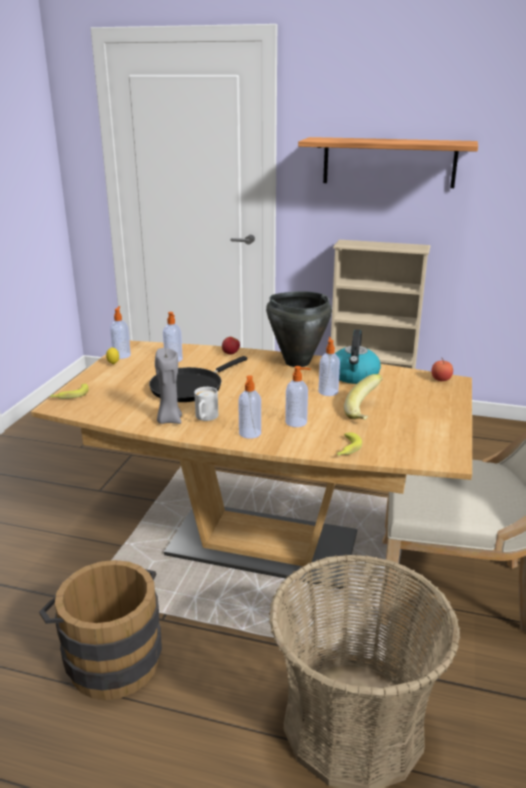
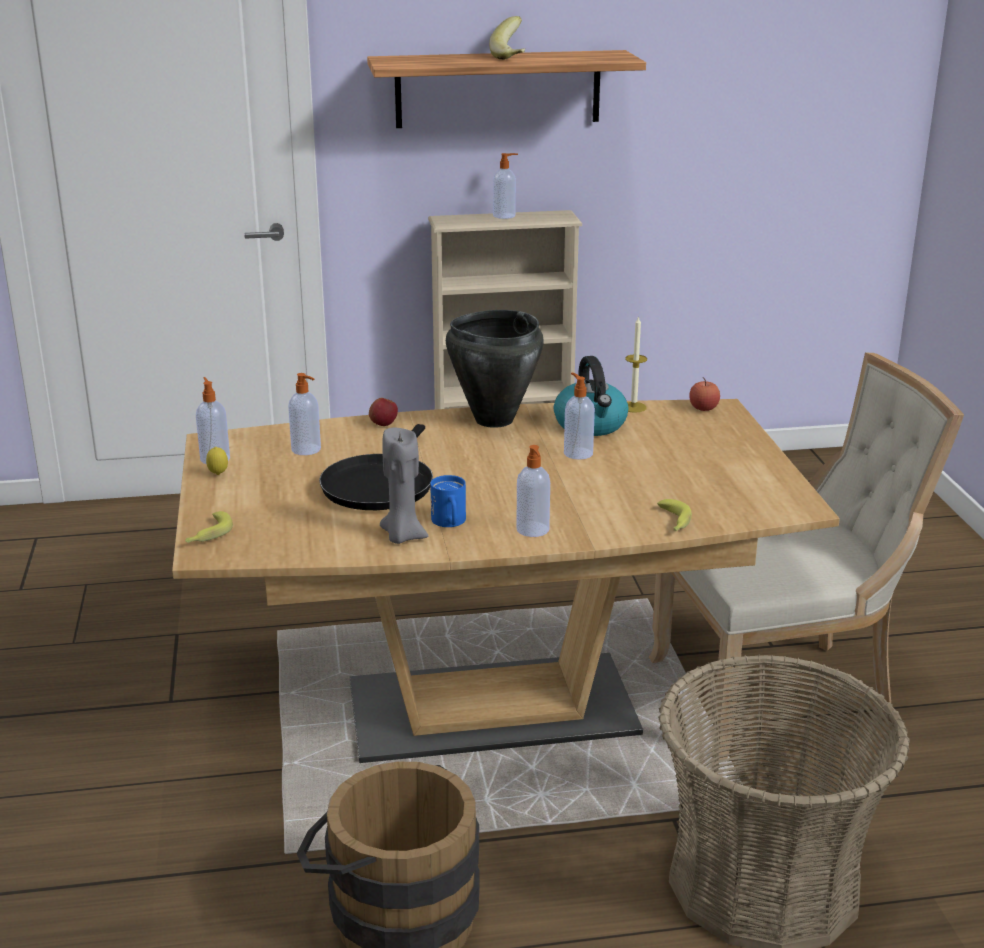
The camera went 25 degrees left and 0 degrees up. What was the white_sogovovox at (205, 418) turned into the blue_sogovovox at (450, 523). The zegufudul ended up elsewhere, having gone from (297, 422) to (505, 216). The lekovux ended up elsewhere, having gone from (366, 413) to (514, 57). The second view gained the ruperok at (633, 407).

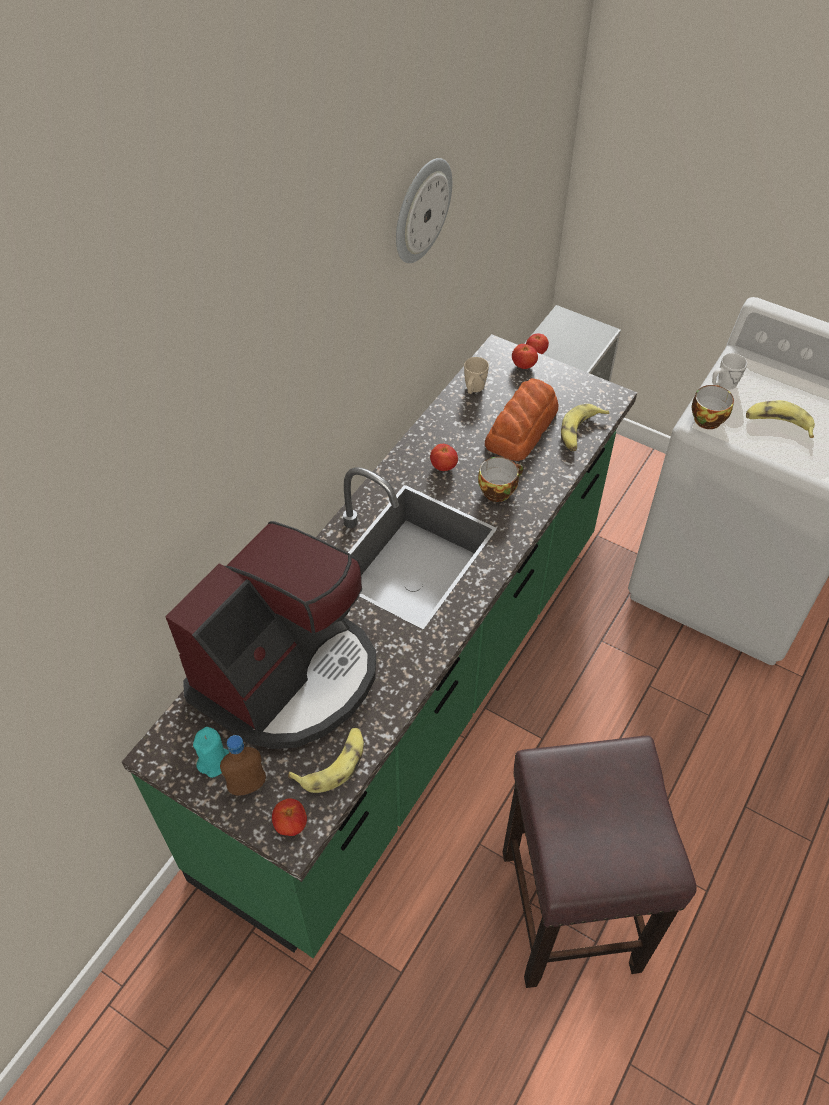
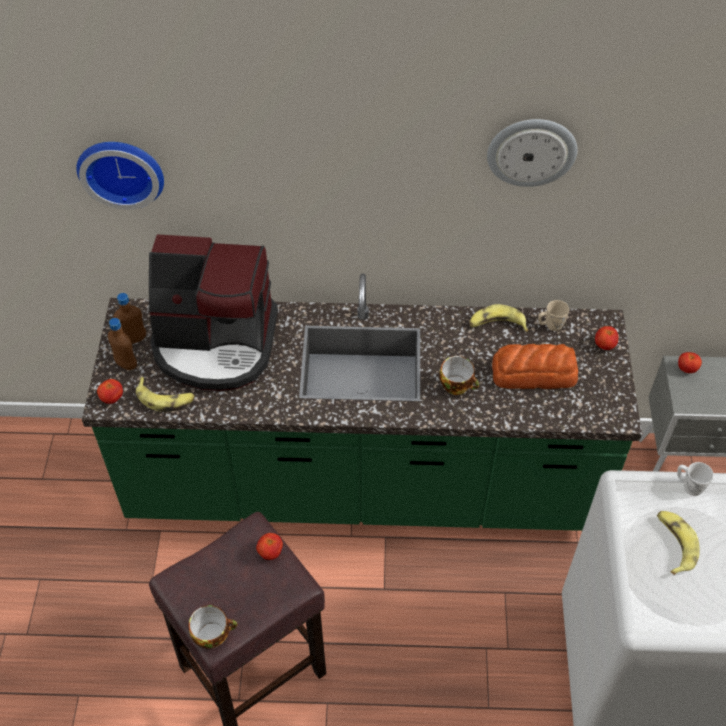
The camera went 60 degrees right and 0 degrees up. Where the turquoise_ruperok stood at (214, 761), the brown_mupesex came to stand at (134, 339). The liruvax ended up elsewhere, having gone from (443, 466) to (270, 552). The lekovux ended up elsewhere, having gone from (580, 432) to (496, 324). The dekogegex ended up elsewhere, having gone from (706, 418) to (213, 634). The second view gained the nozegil at (122, 170).

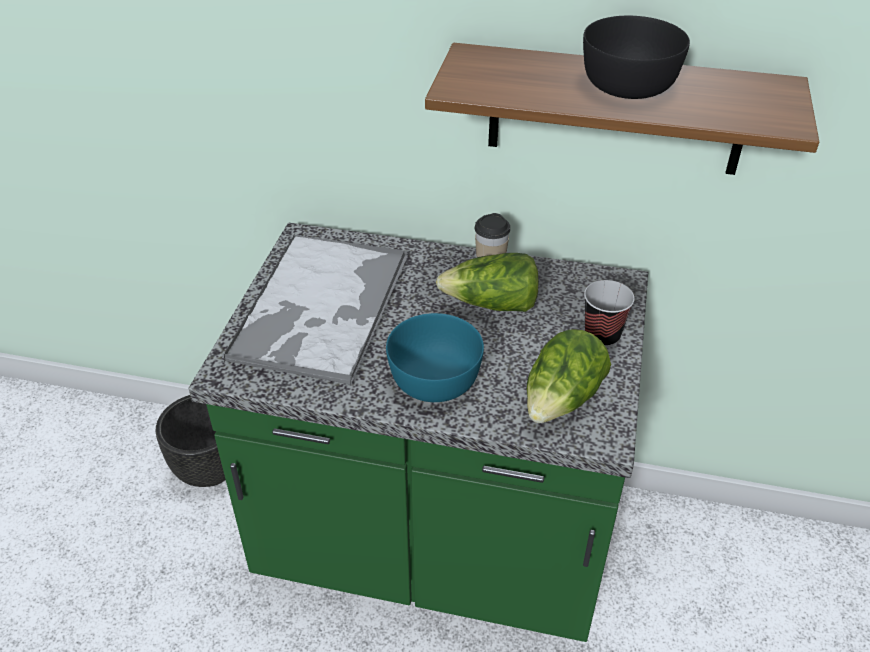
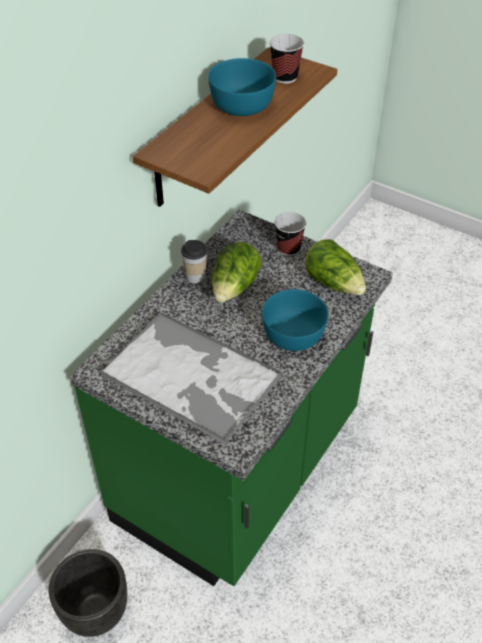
The camera went 70 degrees left and 5 degrees up. What was the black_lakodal at (629, 84) turned into the turquoise_lakodal at (241, 104). The second view gained the dekogegex at (285, 77).

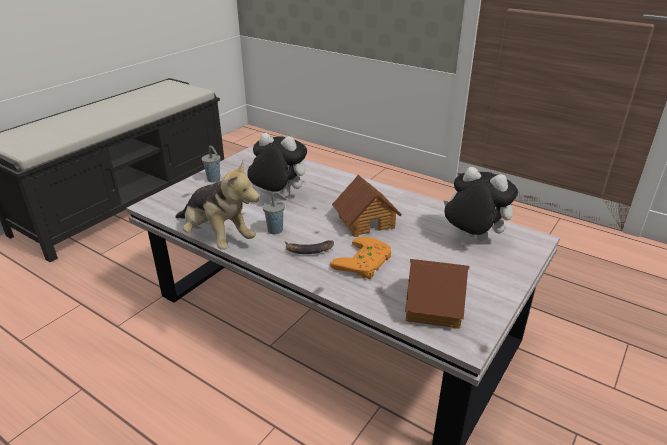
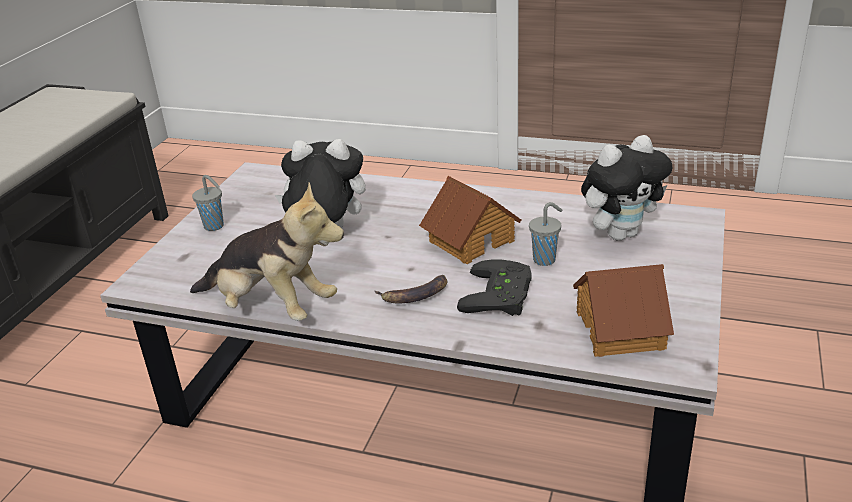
The camera went 15 degrees left and 0 degrees up. The grey_dekogegex ended up elsewhere, having gone from (276, 230) to (545, 260). What was the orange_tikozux at (365, 263) turned into the black_tikozux at (502, 295). The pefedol at (472, 238) ended up facing another way, 135 degrees clockwise from before.

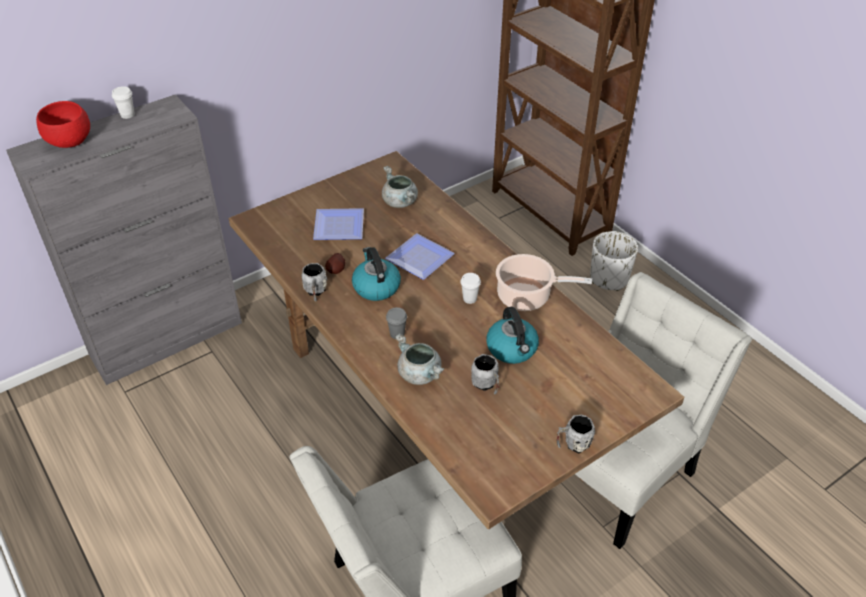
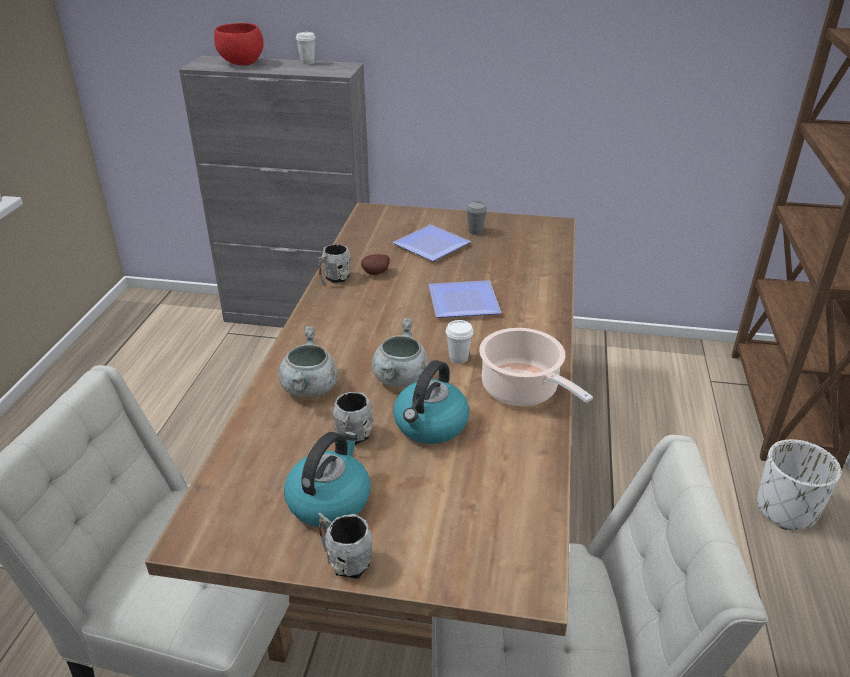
The camera went 45 degrees right and 10 degrees down. The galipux ended up elsewhere, having gone from (376, 286) to (329, 500). The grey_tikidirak ended up elsewhere, having gone from (401, 202) to (401, 379). The grey_dekogegex ended up elsewhere, having gone from (397, 334) to (475, 231).

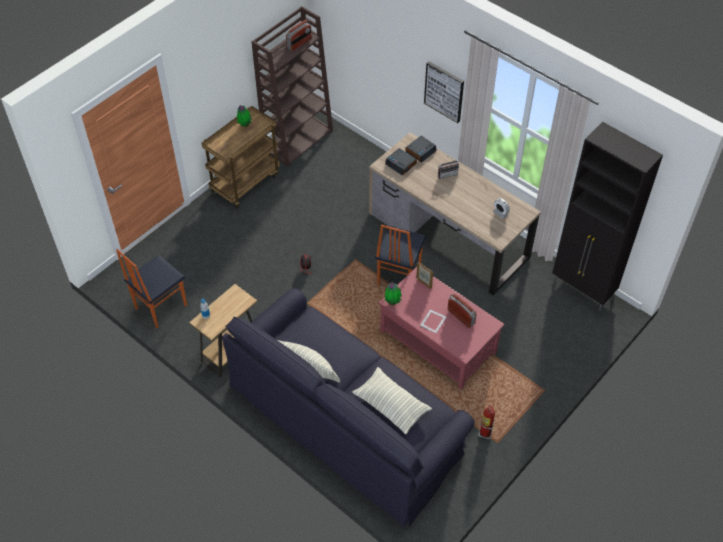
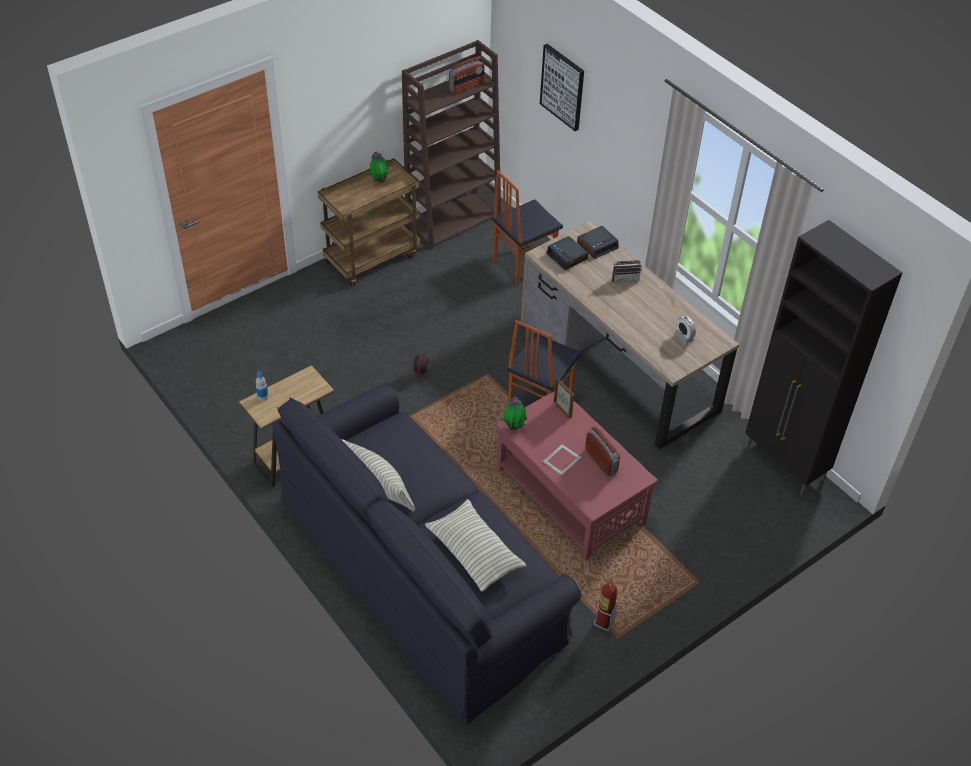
The camera went 10 degrees right and 5 degrees down. The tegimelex ended up elsewhere, having gone from (160, 307) to (522, 264). The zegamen ended up elsewhere, having gone from (444, 91) to (563, 87).

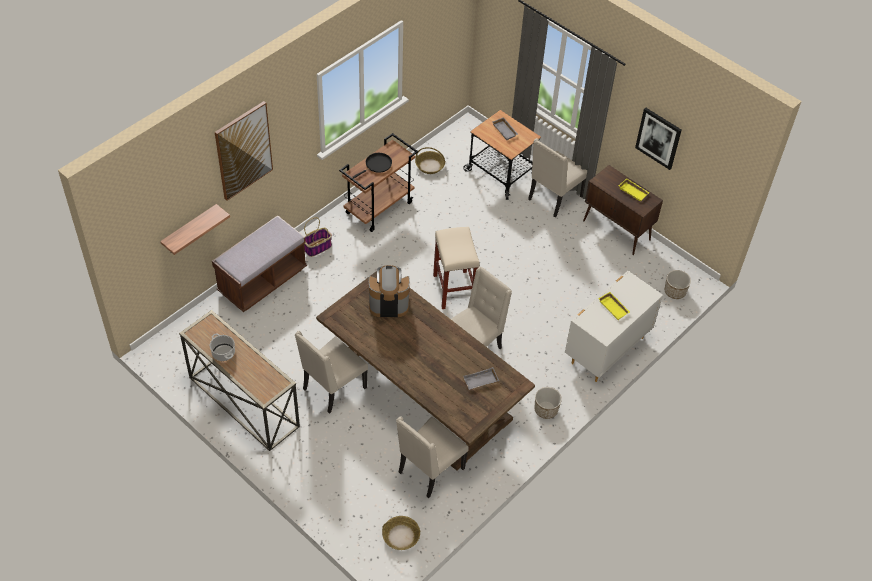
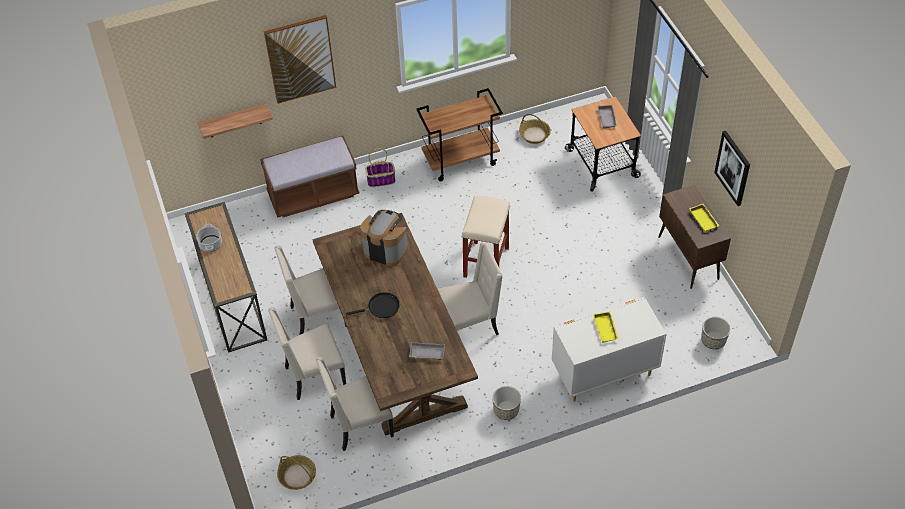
The camera went 30 degrees right and 0 degrees up. The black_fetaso ended up elsewhere, having gone from (377, 165) to (381, 307). The beige_tegimelex ended up elsewhere, having gone from (554, 198) to (313, 376).

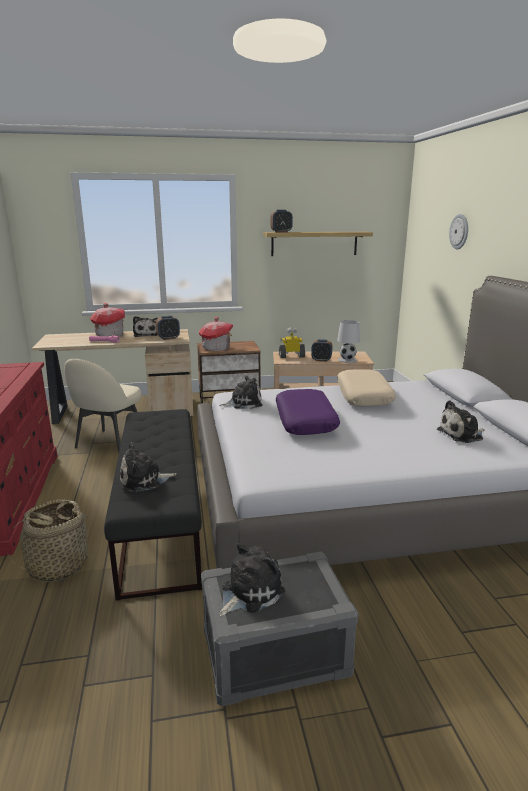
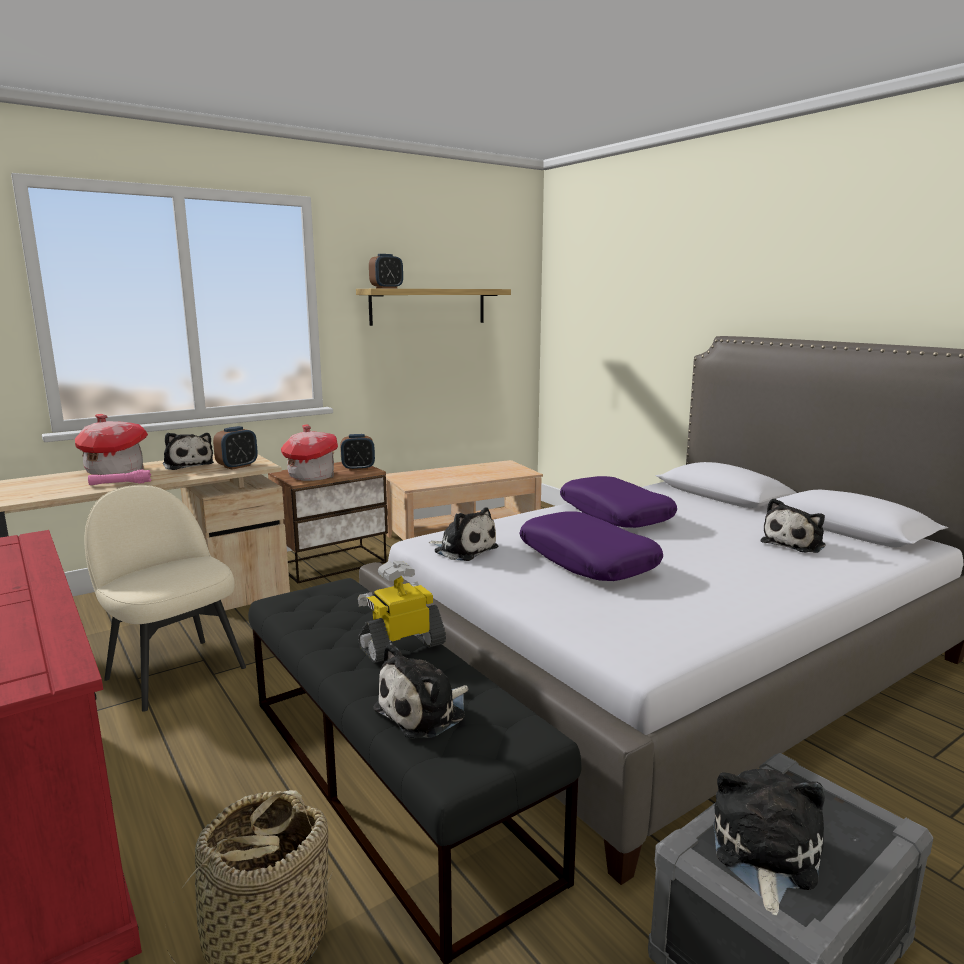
The camera went 25 degrees left and 5 degrees down. The beige_tegimelex at (110, 444) ended up facing another way, 135 degrees clockwise from before. The pefedol at (243, 403) ended up facing another way, 75 degrees clockwise from before. The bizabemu ended up elsewhere, having gone from (291, 356) to (401, 646). The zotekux ended up elsewhere, having gone from (321, 360) to (358, 468). The second view lost the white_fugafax at (347, 360). What was the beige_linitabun at (364, 396) turned into the purple_linitabun at (615, 514). The second view lost the nozegil at (459, 231).

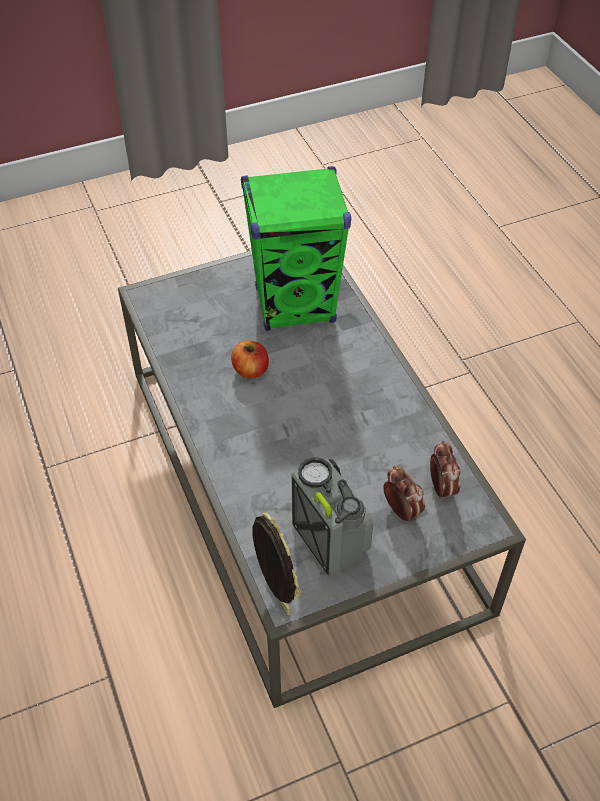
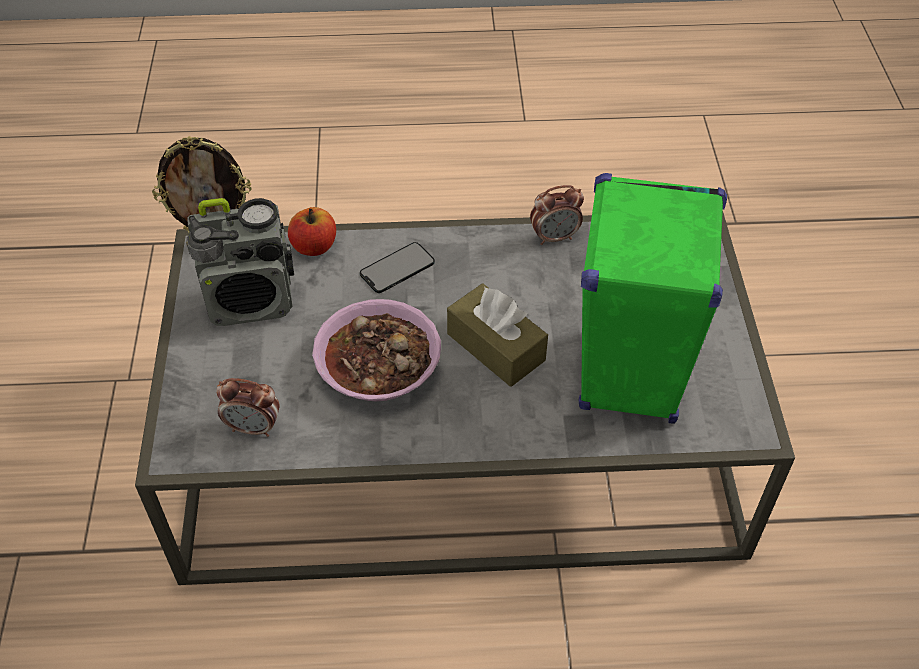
The camera went 110 degrees right and 0 degrees up. The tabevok ended up elsewhere, having gone from (250, 370) to (314, 246). The zotekux ended up elsewhere, having gone from (401, 510) to (554, 237). The second view gained the lakodal at (379, 365). The second view gained the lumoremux at (397, 268). The second view gained the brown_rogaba at (496, 347).

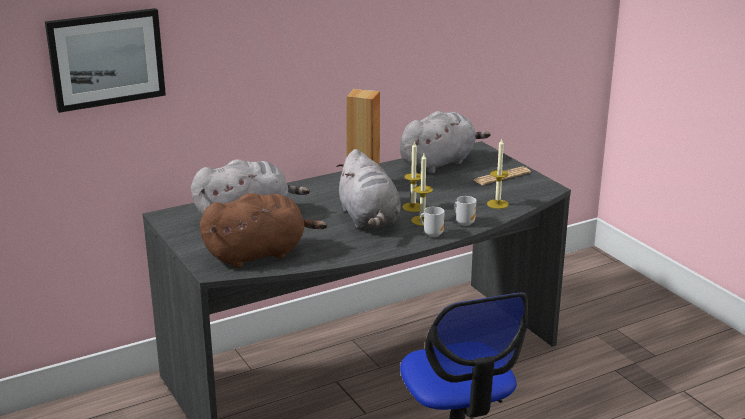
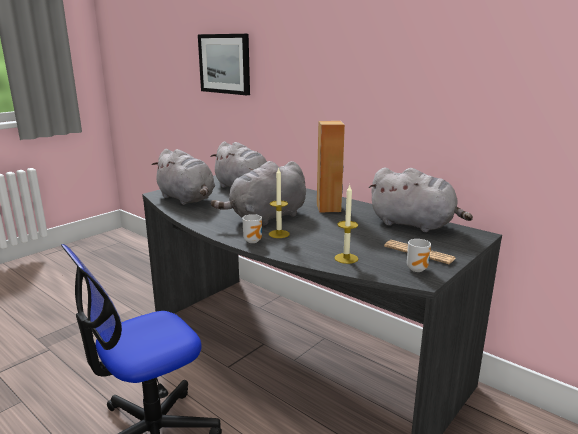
The camera went 70 degrees right and 5 degrees down. What was the brown_pefedol at (259, 254) turned into the grey_pefedol at (187, 199). The second view lost the ruperok at (413, 207). The sogovovox ended up elsewhere, having gone from (464, 223) to (418, 269).

